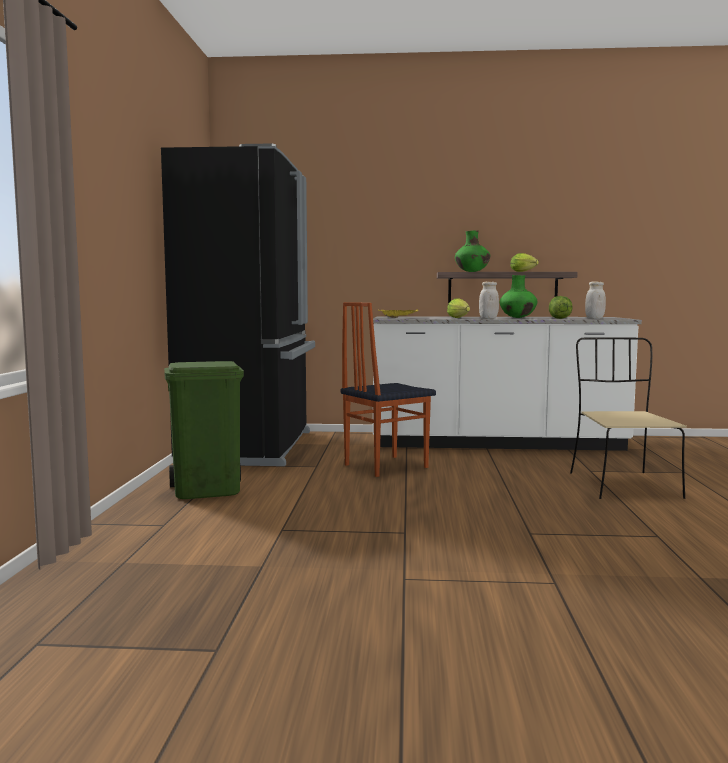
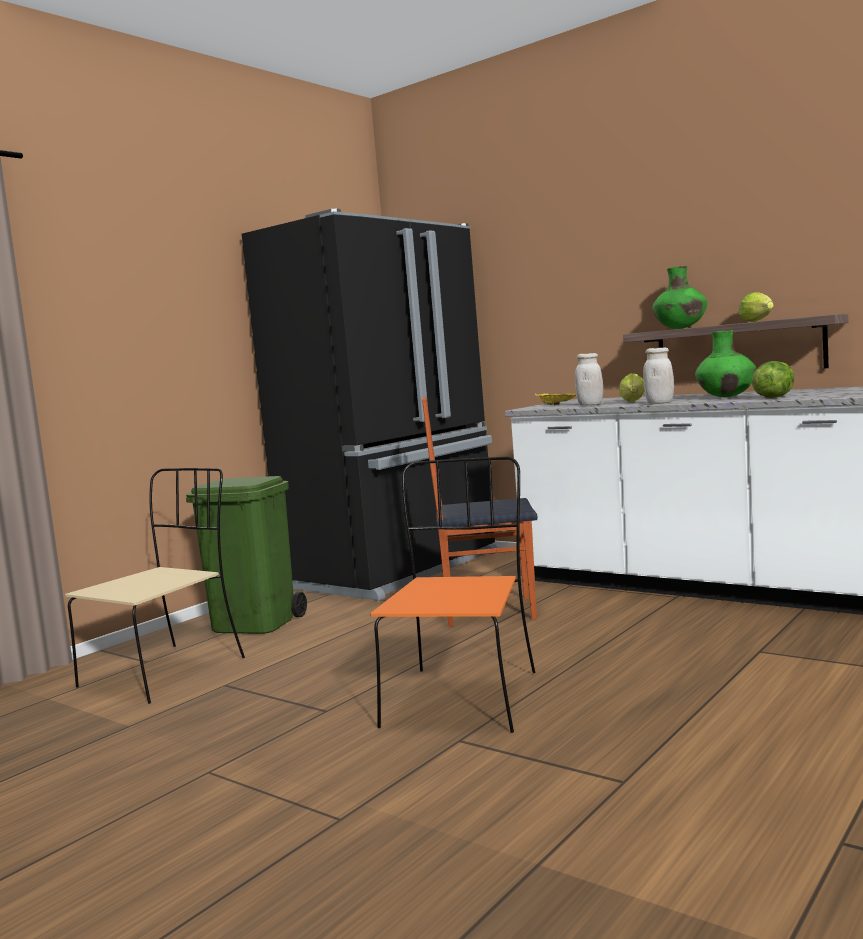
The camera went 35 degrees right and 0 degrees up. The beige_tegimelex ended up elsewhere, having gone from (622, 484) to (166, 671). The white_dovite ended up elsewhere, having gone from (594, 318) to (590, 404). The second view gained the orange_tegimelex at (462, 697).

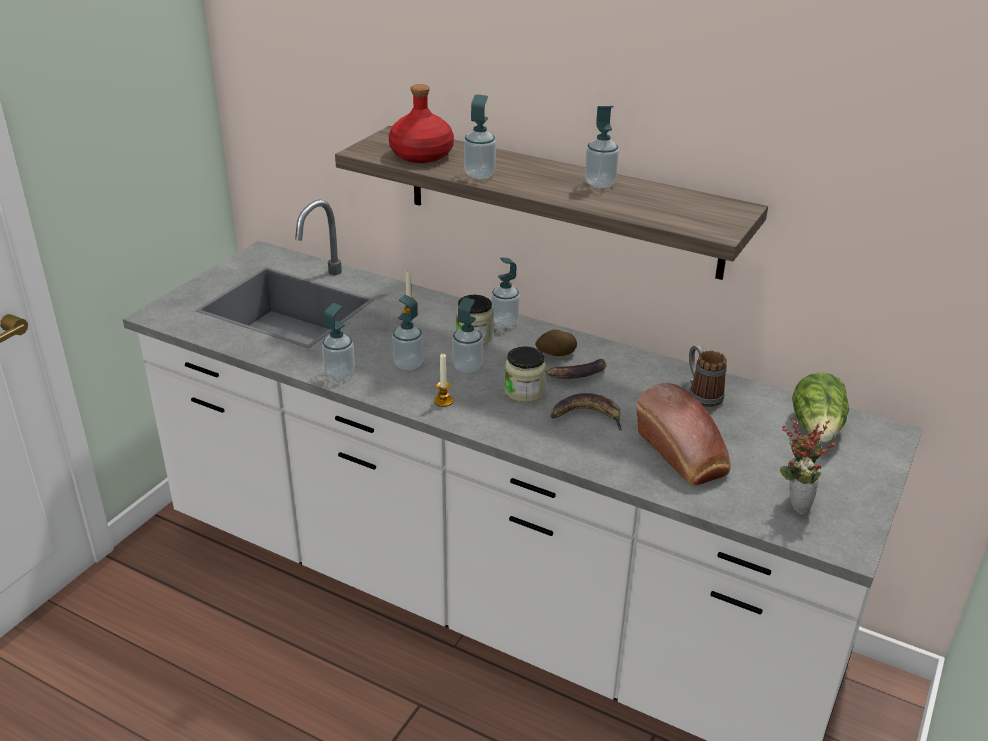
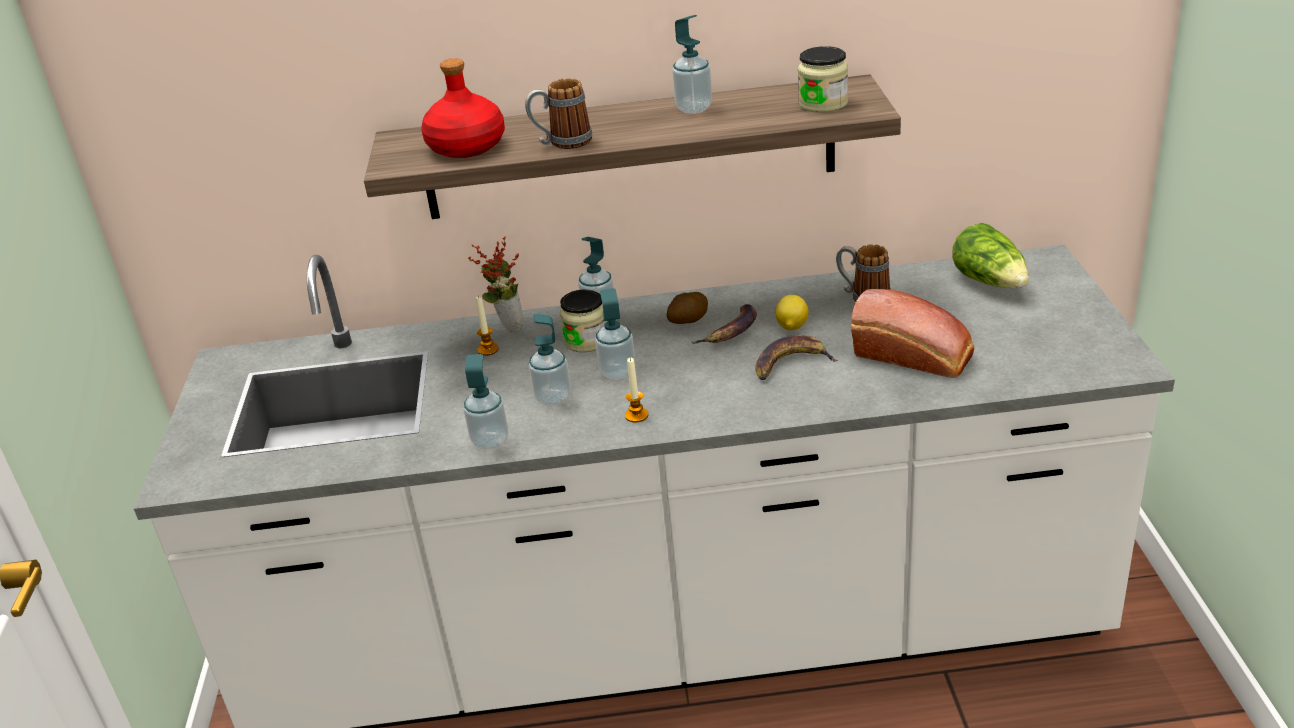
The camera went 30 degrees left and 0 degrees up. Where the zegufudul stood at (479, 175), the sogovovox came to stand at (562, 143). The dovite ended up elsewhere, having gone from (524, 391) to (823, 104). The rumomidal ended up elsewhere, having gone from (794, 502) to (506, 325). The second view gained the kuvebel at (791, 327).

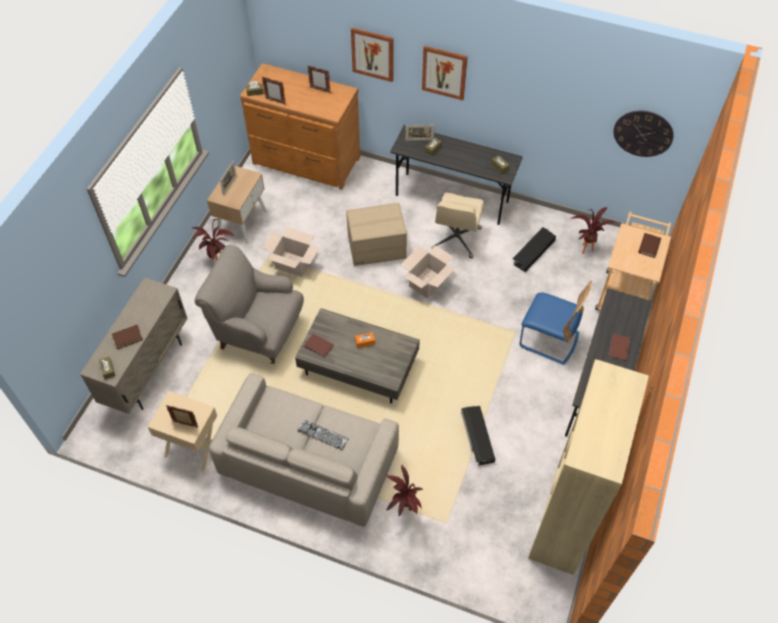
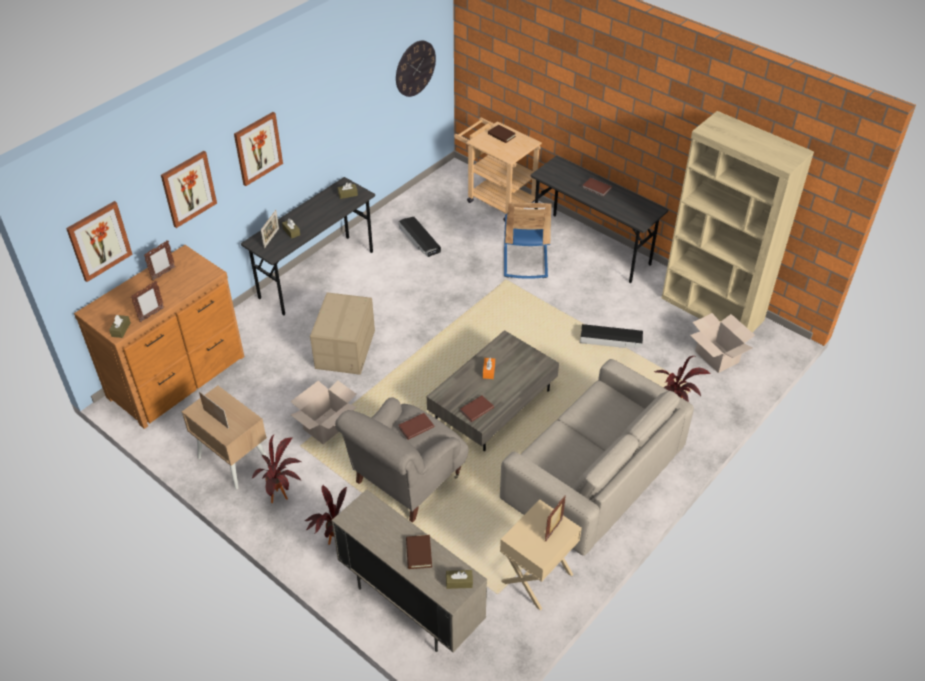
The camera went 70 degrees left and 10 degrees down. The second view lost the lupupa at (322, 434). The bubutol ended up elsewhere, having gone from (427, 283) to (717, 357). The second view lost the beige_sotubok at (456, 239). The blue_tegimelex at (548, 339) ended up facing another way, 135 degrees clockwise from before. The rumomidal ended up elsewhere, having gone from (584, 247) to (332, 545). The second view gained the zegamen at (99, 241). The second view gained the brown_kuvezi at (415, 427).

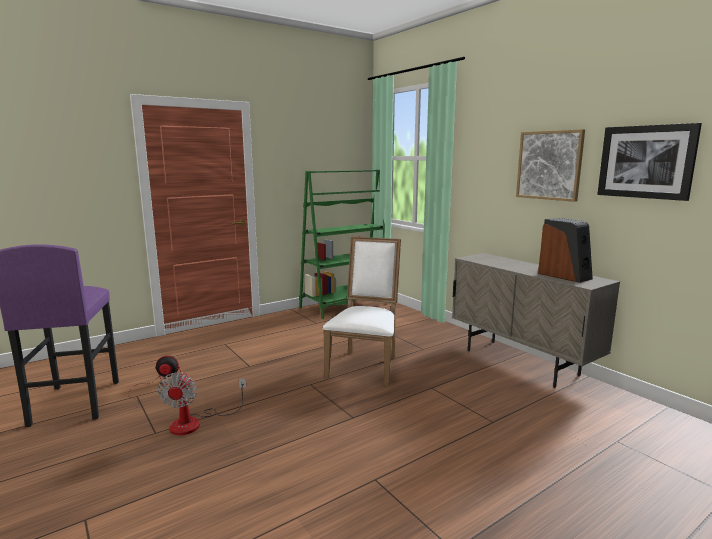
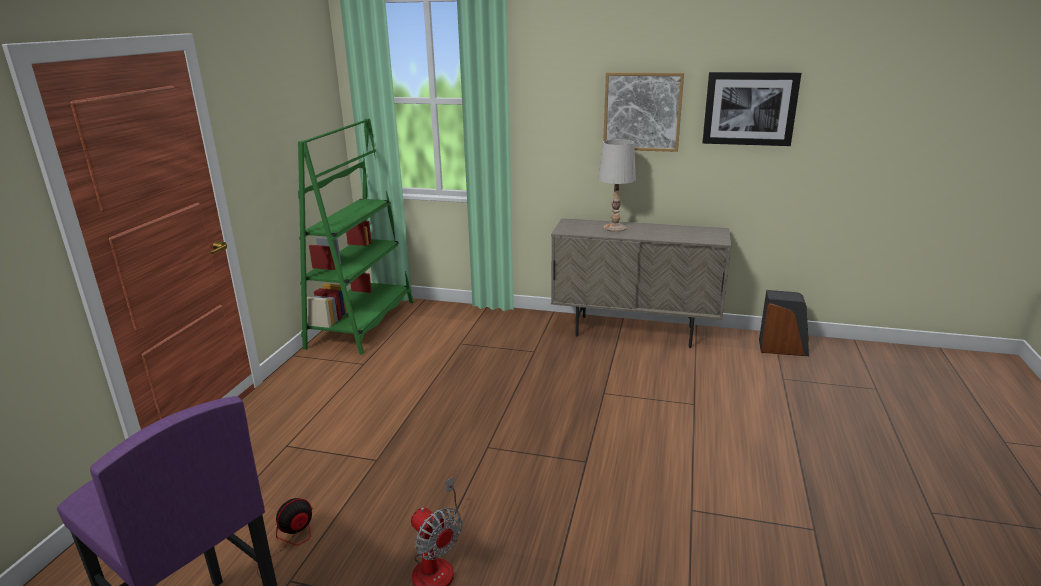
The camera went 40 degrees left and 10 degrees up. The second view lost the white_tegimelex at (365, 365). The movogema ended up elsewhere, having gone from (564, 276) to (782, 348). The second view gained the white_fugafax at (615, 228).

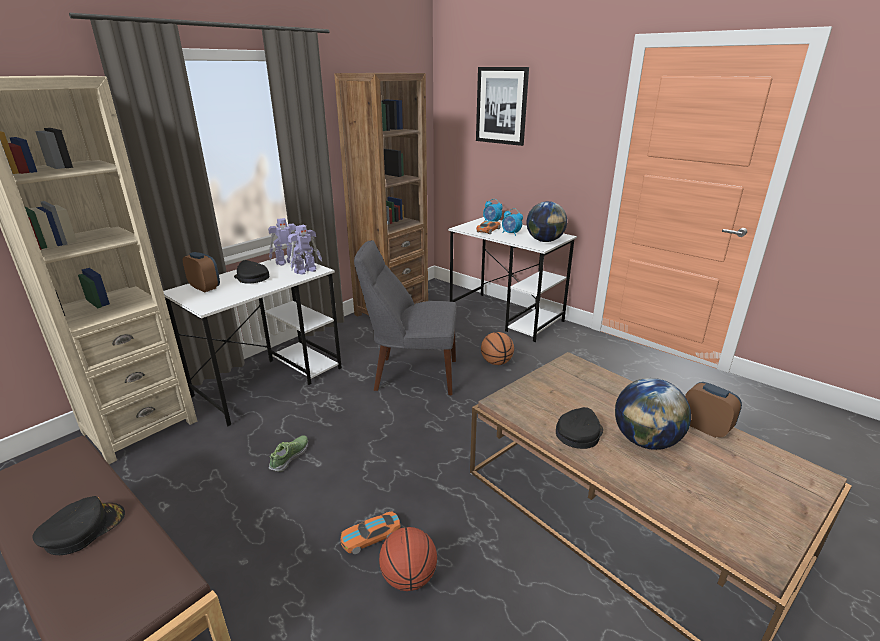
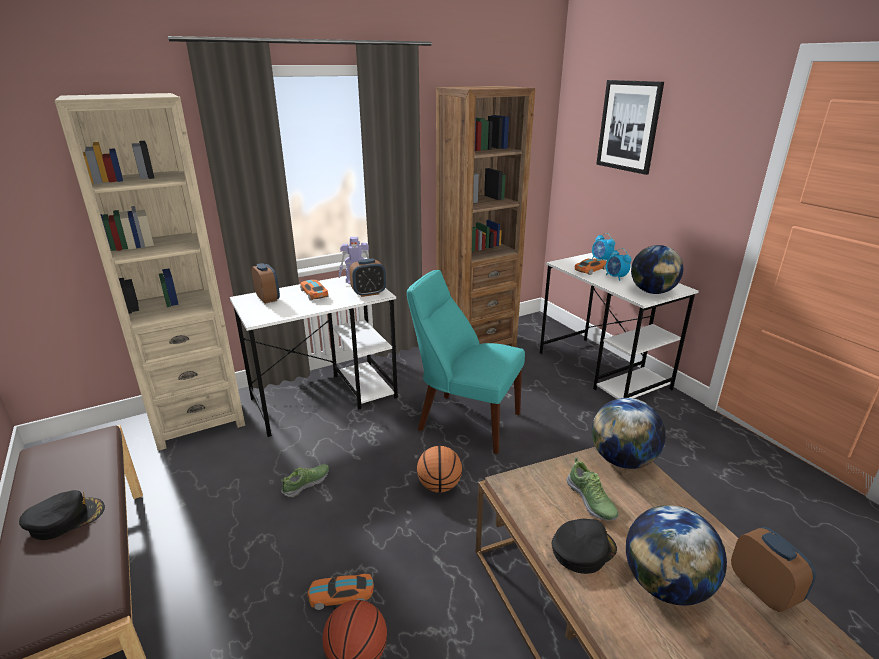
The camera went 20 degrees right and 0 degrees up. Where the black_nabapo stood at (251, 277), the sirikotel came to stand at (314, 294). Where the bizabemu stood at (306, 270), the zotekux came to stand at (368, 293). What was the grey_tegimelex at (411, 375) turned into the turquoise_tegimelex at (465, 420). The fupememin ended up elsewhere, having gone from (496, 362) to (439, 486). The second view gained the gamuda at (591, 501). The second view gained the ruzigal at (622, 460).

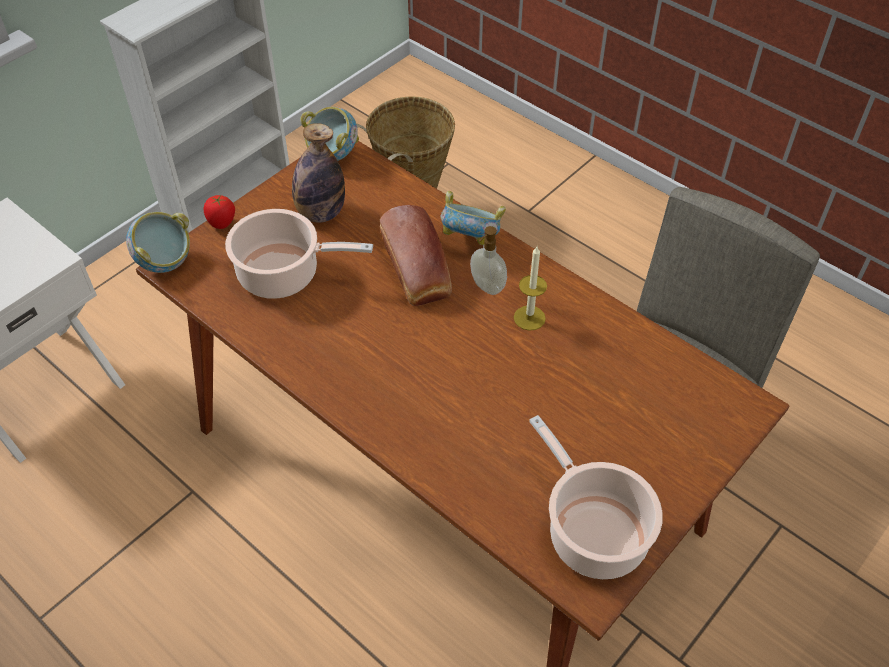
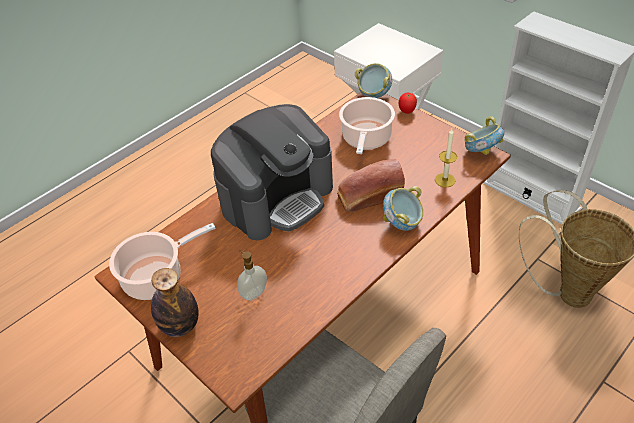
The camera went 95 degrees right and 5 degrees down. The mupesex ended up elsewhere, having gone from (320, 213) to (180, 326). The zegufudul ended up elsewhere, having gone from (486, 287) to (253, 293). The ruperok ended up elsewhere, having gone from (529, 318) to (445, 180). The second view gained the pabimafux at (277, 197).

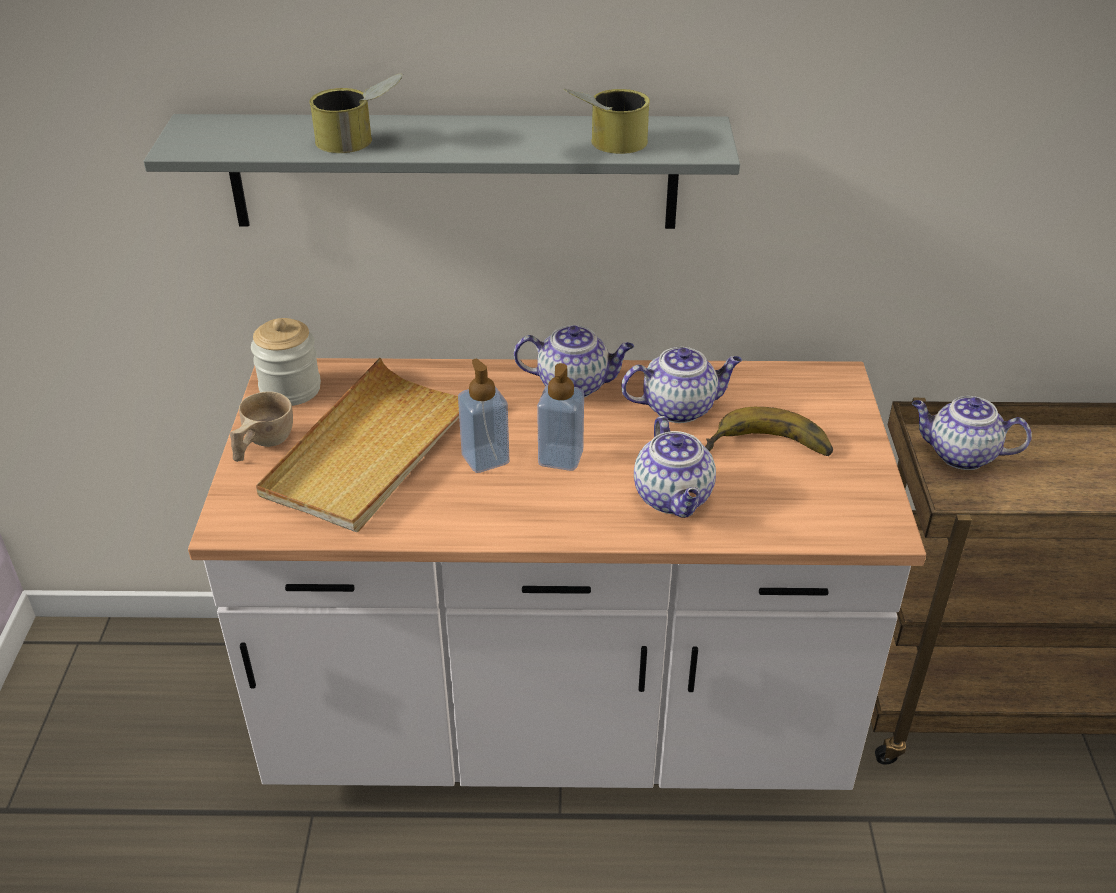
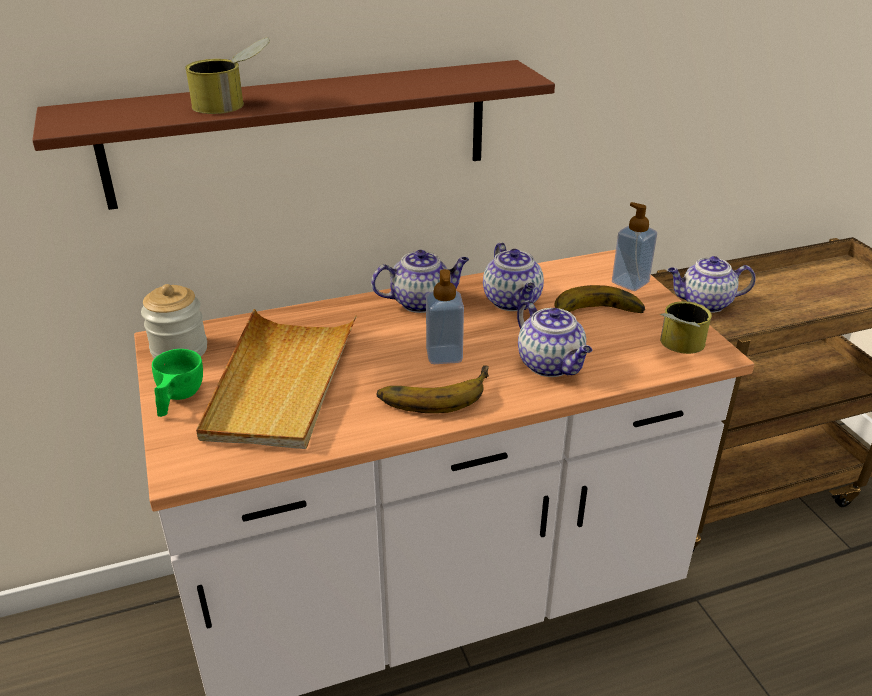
The camera went 20 degrees left and 5 degrees down. What was the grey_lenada at (453, 172) turned into the brown_lenada at (301, 133). What was the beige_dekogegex at (262, 444) turned into the green_dekogegex at (177, 399). The zegufudul ended up elsewhere, having gone from (485, 458) to (630, 282). The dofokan ended up elsewhere, having gone from (605, 146) to (677, 348). The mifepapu at (680, 408) ended up facing another way, 105 degrees clockwise from before. The second view gained the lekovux at (433, 392).

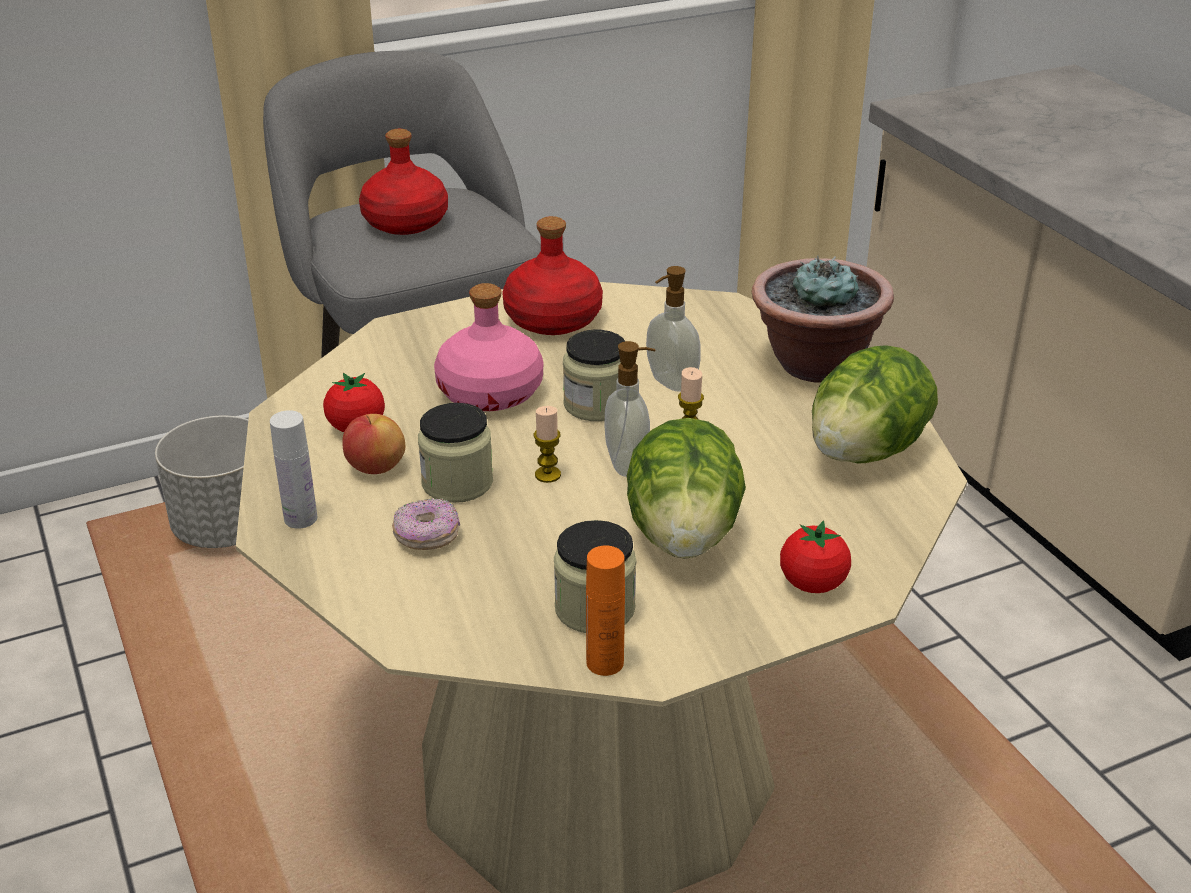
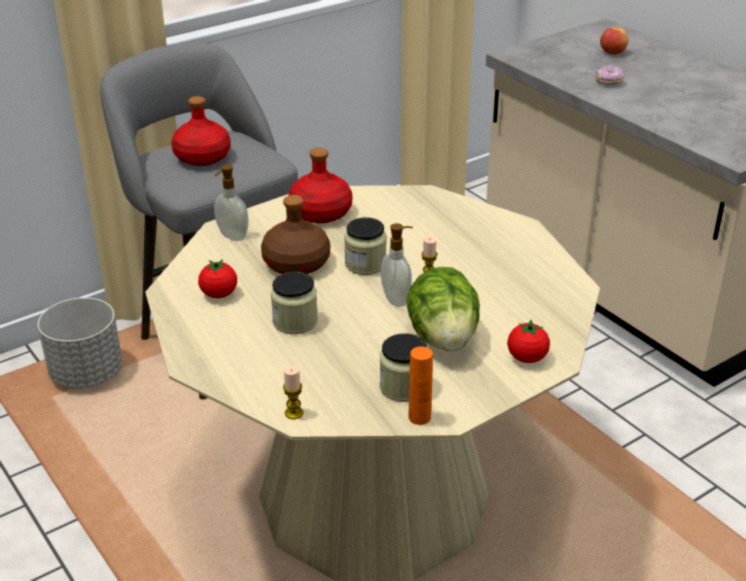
The camera went 10 degrees left and 0 degrees up. The second view lost the white_mupesex at (300, 518). The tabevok ended up elsewhere, having gone from (375, 468) to (612, 53). The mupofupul ended up elsewhere, having gone from (427, 537) to (608, 82). What was the pink_mupesex at (490, 393) turned into the brown_mupesex at (296, 263). The ruperok ended up elsewhere, having gone from (547, 475) to (294, 413). The zegufudul ended up elsewhere, having gone from (670, 383) to (232, 236). The second view lost the rumomidal at (814, 364). The second view lost the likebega at (865, 452).

